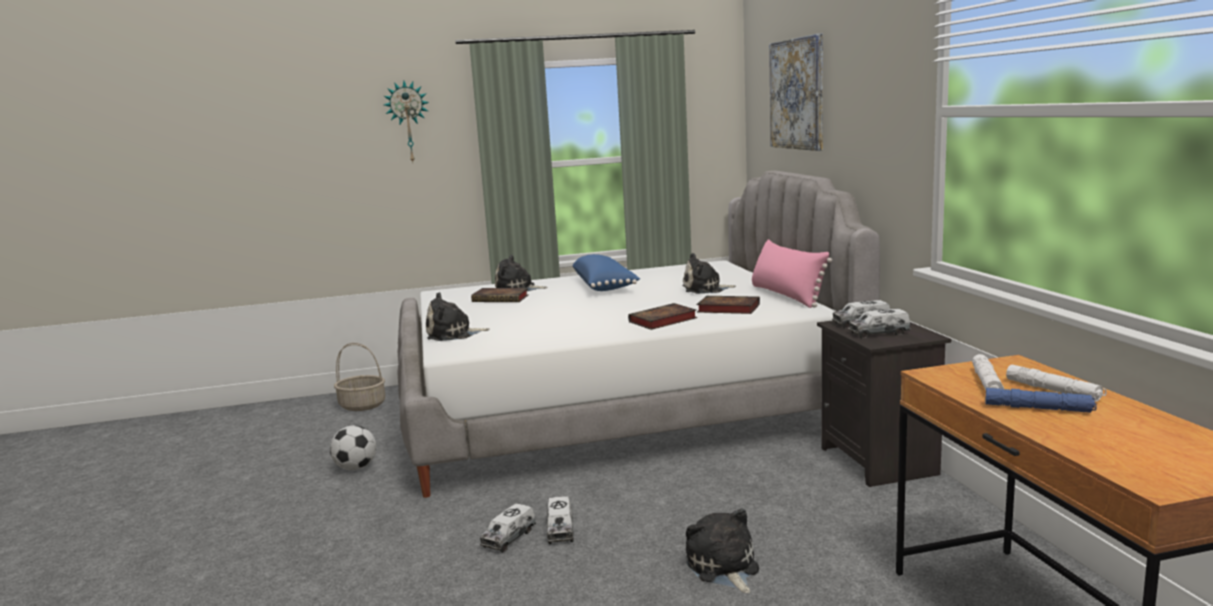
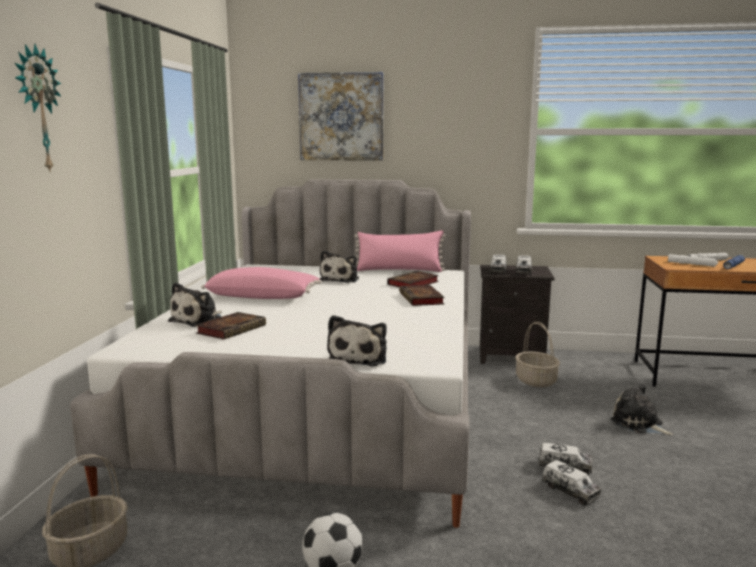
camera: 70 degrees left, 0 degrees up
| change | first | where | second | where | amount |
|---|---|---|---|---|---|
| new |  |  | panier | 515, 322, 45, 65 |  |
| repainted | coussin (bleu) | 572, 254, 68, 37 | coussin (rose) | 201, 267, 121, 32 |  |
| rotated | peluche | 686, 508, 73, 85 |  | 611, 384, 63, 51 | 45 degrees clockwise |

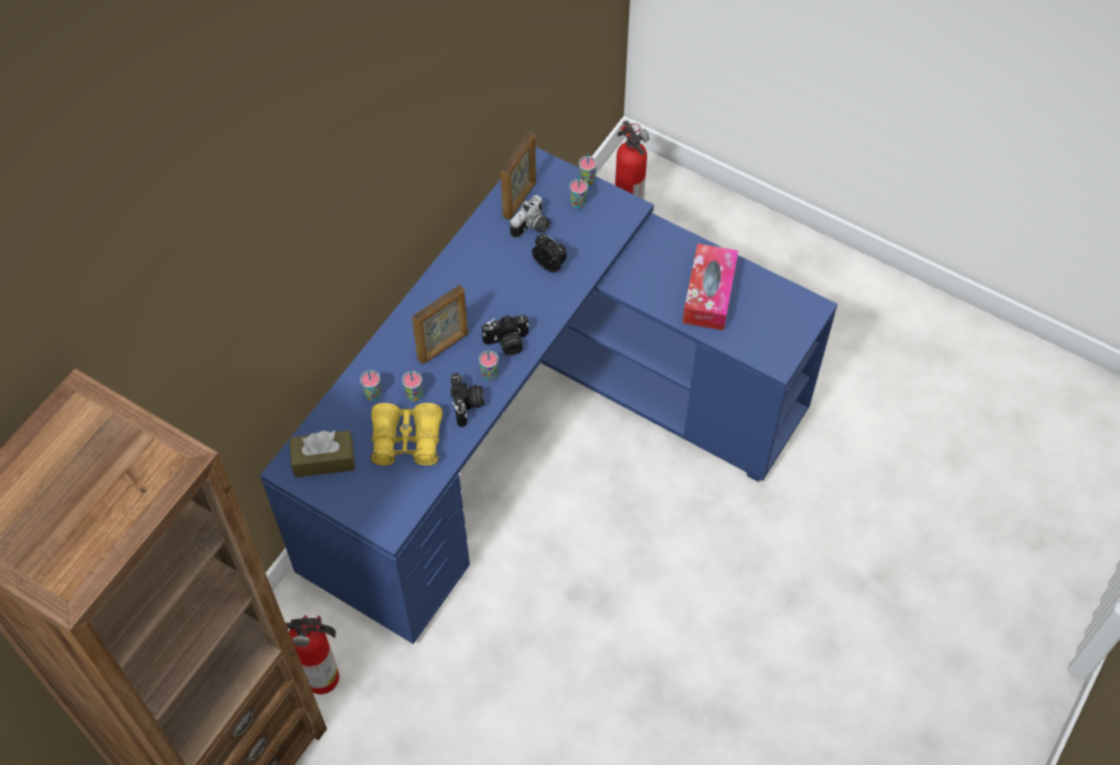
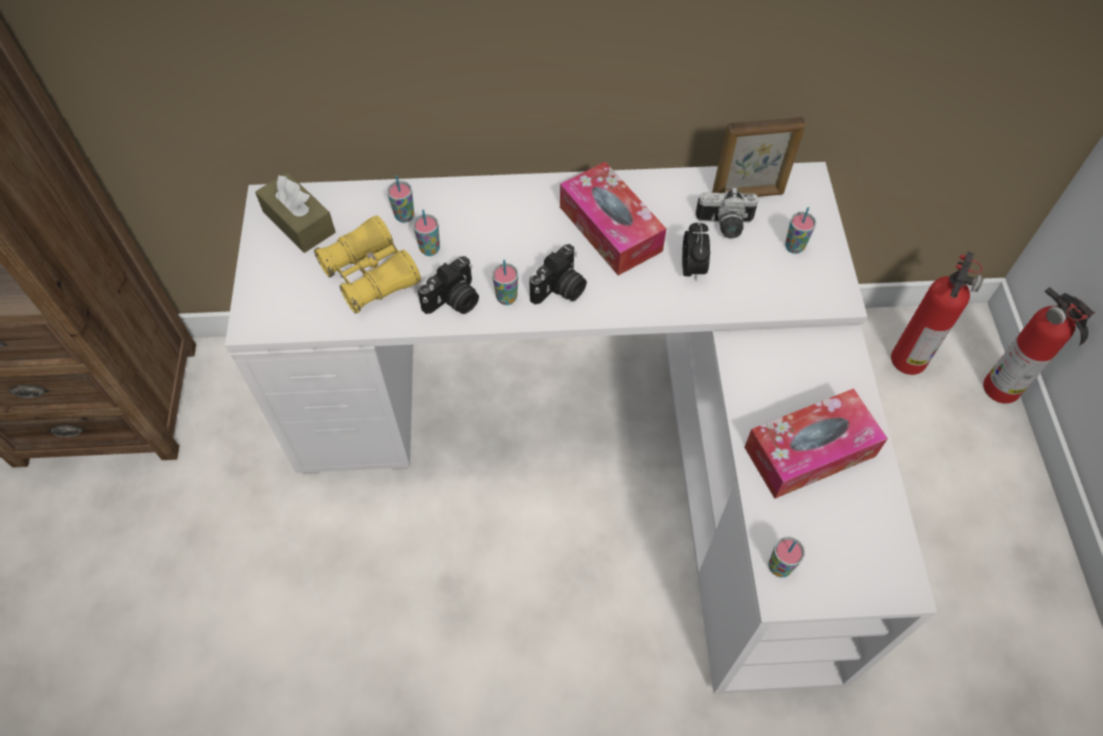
camera: 55 degrees right, 0 degrees up
| change | first | where | second | where | amount |
|---|---|---|---|---|---|
| gone | cadre photo | 412, 285, 56, 79 |  |  |  |
| new |  |  | boîte à mouchoirs | 560, 162, 106, 114 |  |
| shifted | extincteur | 286, 615, 53, 79 |  | 983, 287, 112, 117 |  |
| shifted | tasse | 579, 153, 18, 33 |  | 768, 536, 37, 42 |  |
| repainted | bureau (bleu) | 260, 147, 578, 497 | bureau (blanc) | 225, 162, 712, 532 |  |
| rotated | appareil photo | 482, 315, 47, 41 |  | 529, 244, 58, 61 | 90 degrees counterclockwise |

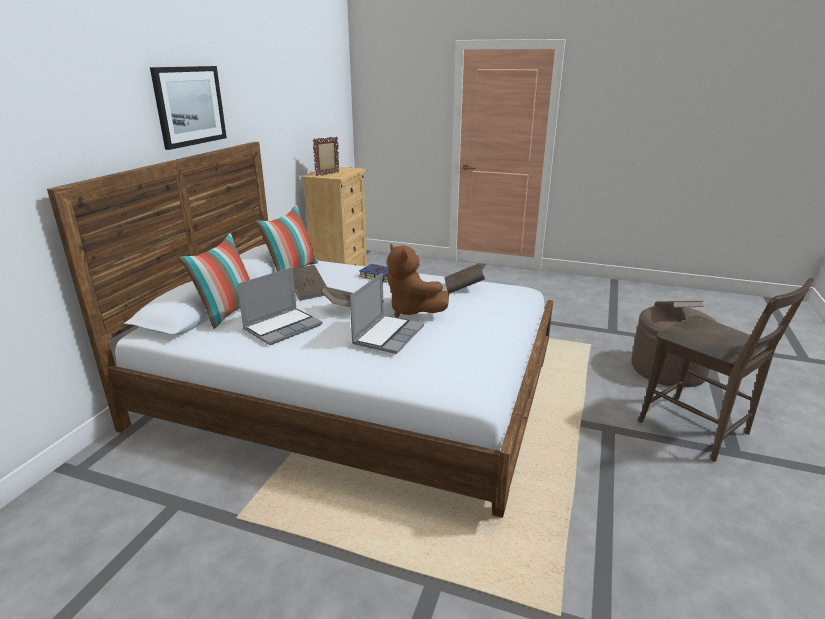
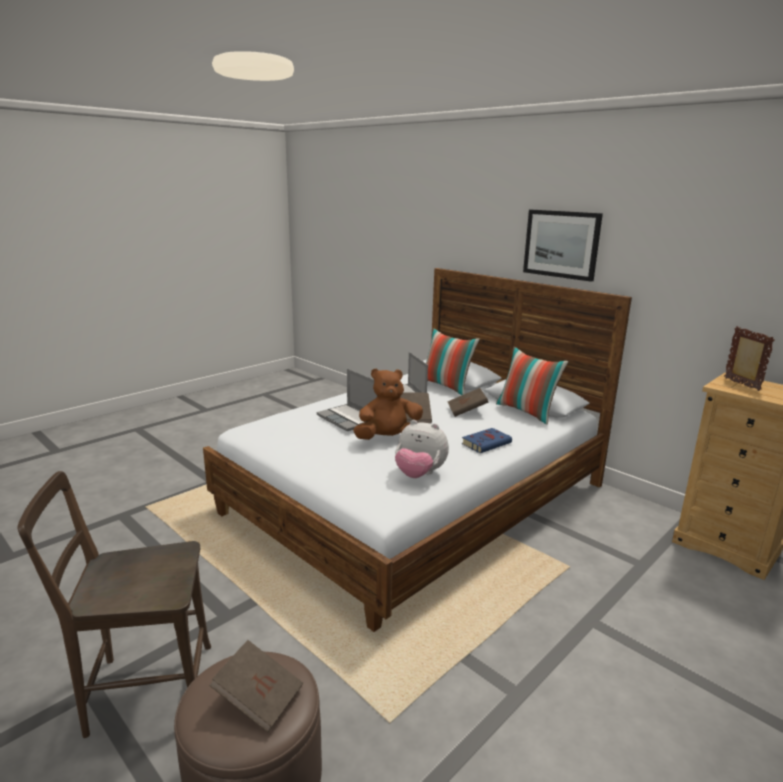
camera: 115 degrees right, 5 degrees down
| change | first | where | second | where | amount |
|---|---|---|---|---|---|
| swapped | livre (marron) | 444, 263, 41, 31 | peluche | 395, 420, 54, 58 |  |

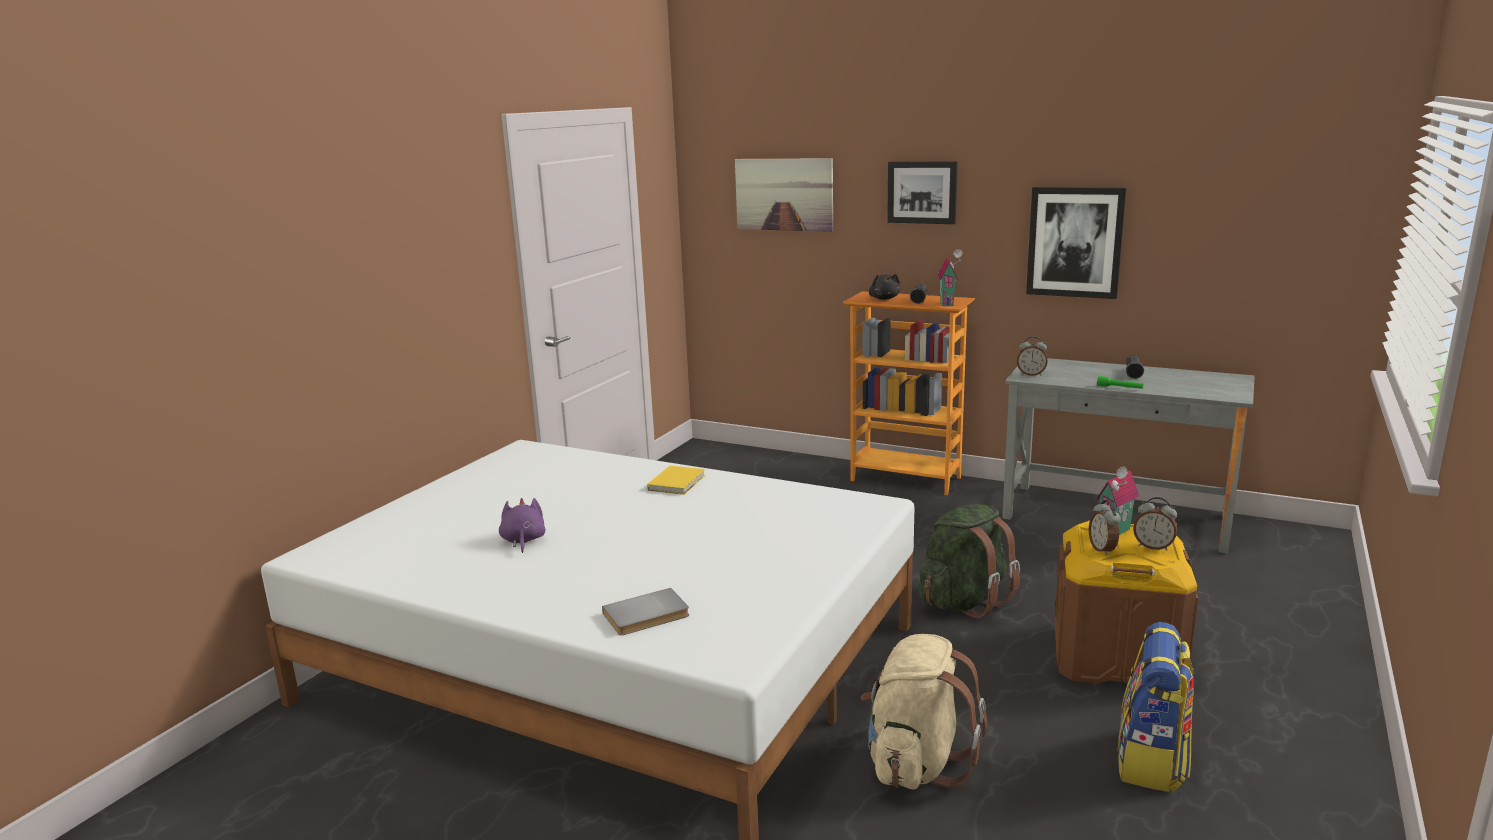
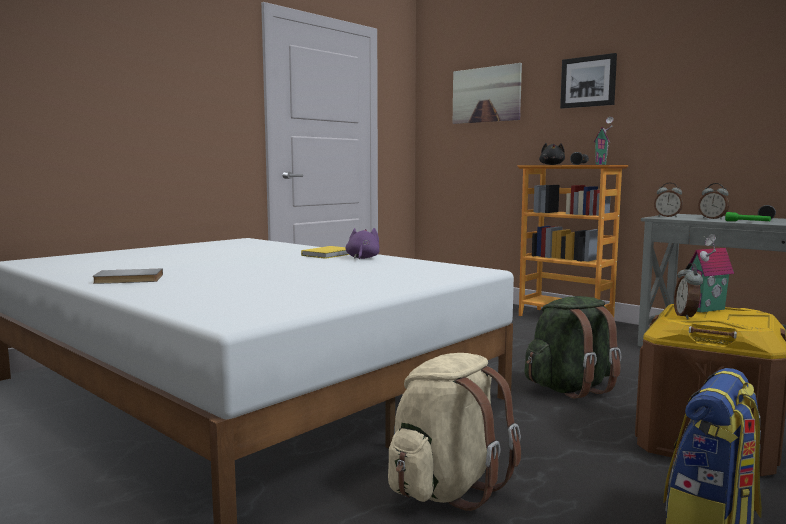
camera: 15 degrees right, 10 degrees down
| change | first | where | second | where | amount |
|---|---|---|---|---|---|
| gone | tableau | 1026, 187, 101, 112 |  |  |  |
| shifted | peluche (violet) | 499, 498, 47, 55 |  | 346, 228, 34, 31 |  |
| shifted | livre (gris) | 602, 588, 87, 47 |  | 92, 269, 71, 15 |  |
| shifted | réveil | 1133, 497, 45, 54 |  | 698, 183, 31, 36 |  |

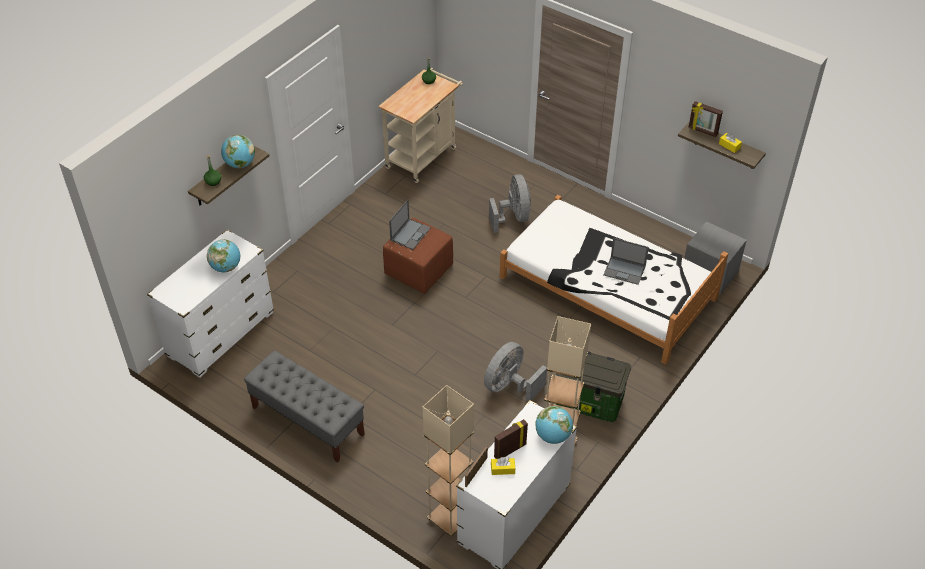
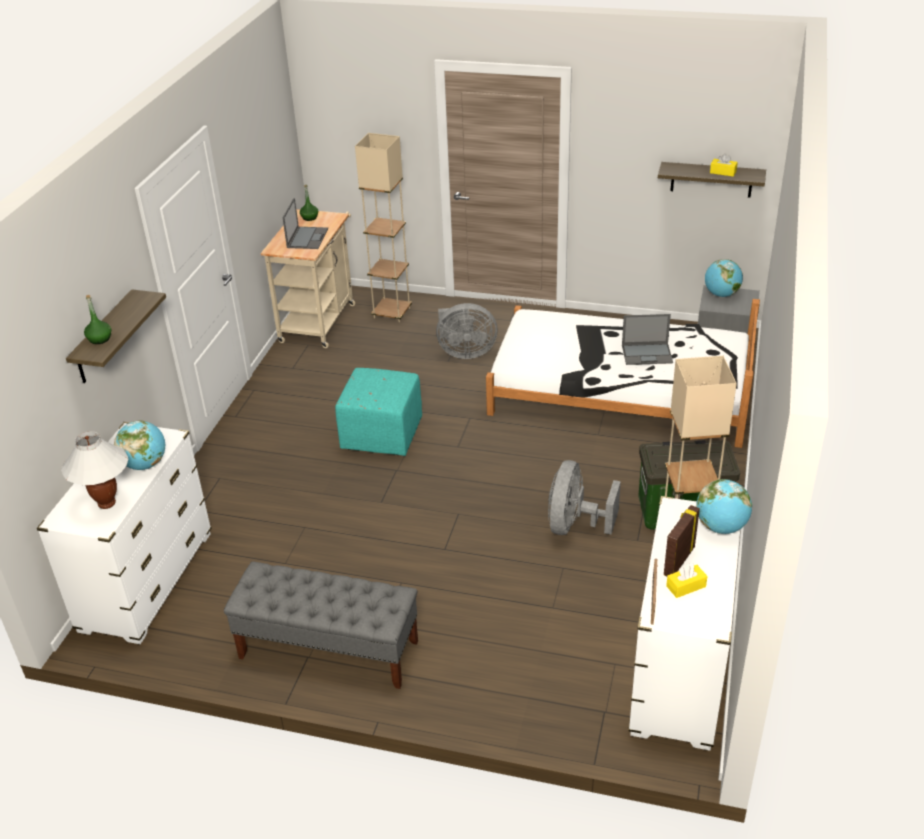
camera: 20 degrees left, 10 degrees down
| change | first | where | second | where | amount |
|---|---|---|---|---|---|
| gone | cadre photo | 689, 101, 34, 36 |  |  |  |
| new |  |  | lampe de table (blanc) | 61, 431, 67, 78 |  |
| shifted | globe | 221, 135, 34, 33 |  | 705, 259, 38, 38 |  |
| shifted | ordinateur portable | 389, 200, 42, 50 |  | 283, 198, 45, 51 |  |
| shifted | lampadaire (beige) | 423, 385, 51, 152 |  | 355, 133, 57, 189 |  |
| repainted | pouf (marron) | 383, 218, 70, 76 | pouf (turquoise) | 335, 368, 87, 88 |  |
| rotated | ventilateur (gris) | 489, 174, 42, 59 |  | 436, 303, 62, 56 | 120 degrees clockwise |

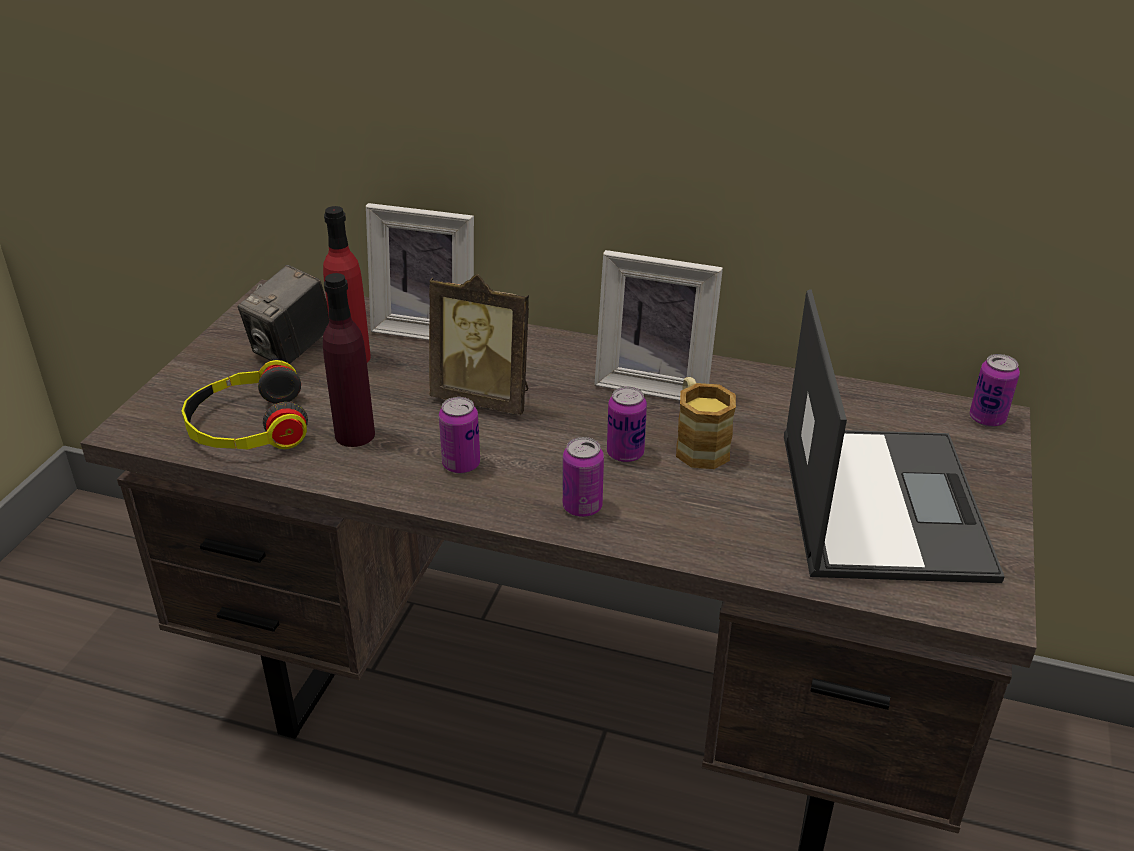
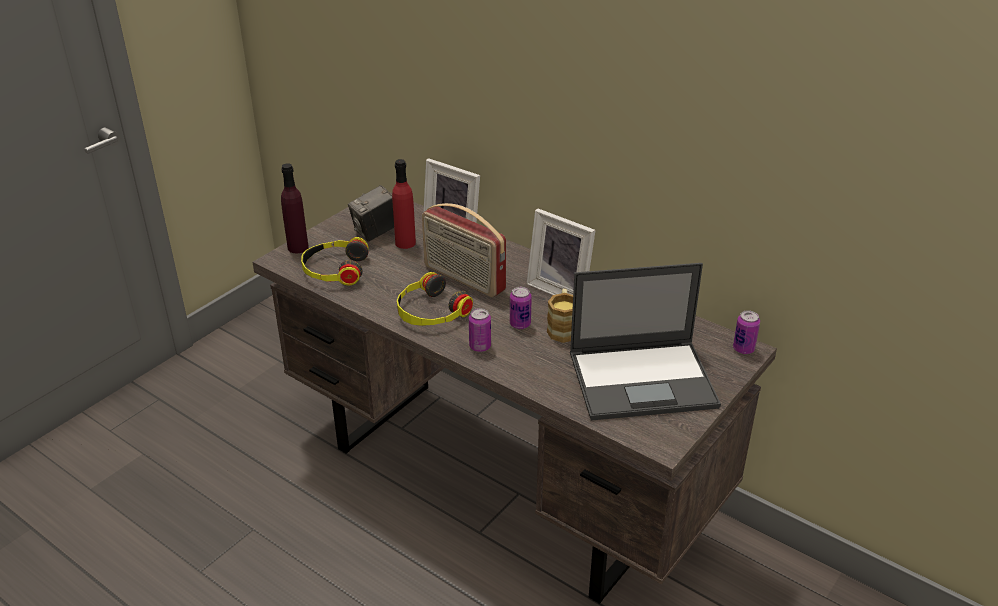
camera: 20 degrees right, 0 degrees up
| change | first | where | second | where | amount |
|---|---|---|---|---|---|
| shifted | bouteille (violet) | 323, 273, 52, 174 |  | 281, 163, 28, 90 |  |
| swapped | cadre photo | 429, 274, 100, 141 | radio | 422, 203, 84, 94 |  |
| swapped | boîte métallique | 439, 397, 41, 77 | casque audio | 397, 272, 76, 54 |  |
| rotated | ordinateur portable | 784, 290, 221, 293 |  | 570, 263, 151, 157 | 60 degrees clockwise |

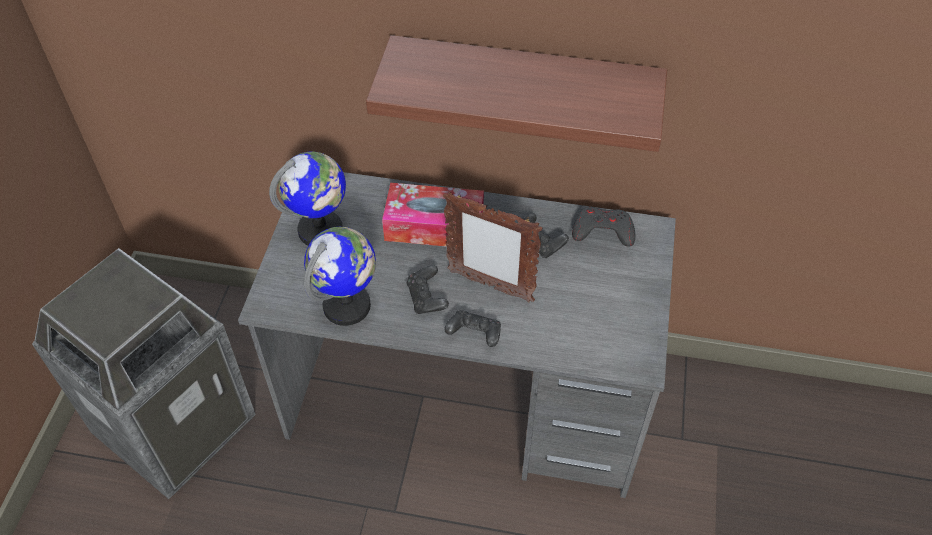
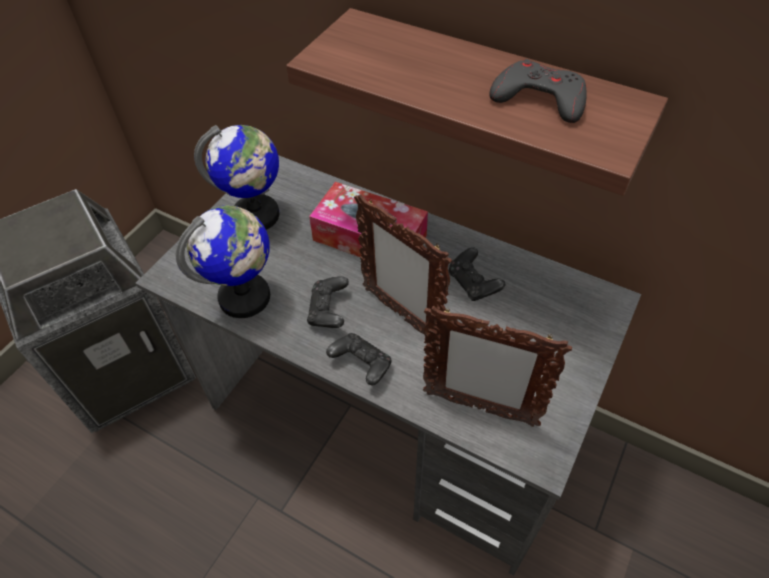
camera: 20 degrees right, 0 degrees up
| change | first | where | second | where | amount |
|---|---|---|---|---|---|
| new |  |  | cadre photo | 423, 306, 149, 121 |  |
| shifted | manette (gris) | 572, 207, 63, 40 |  | 490, 59, 97, 64 |  |

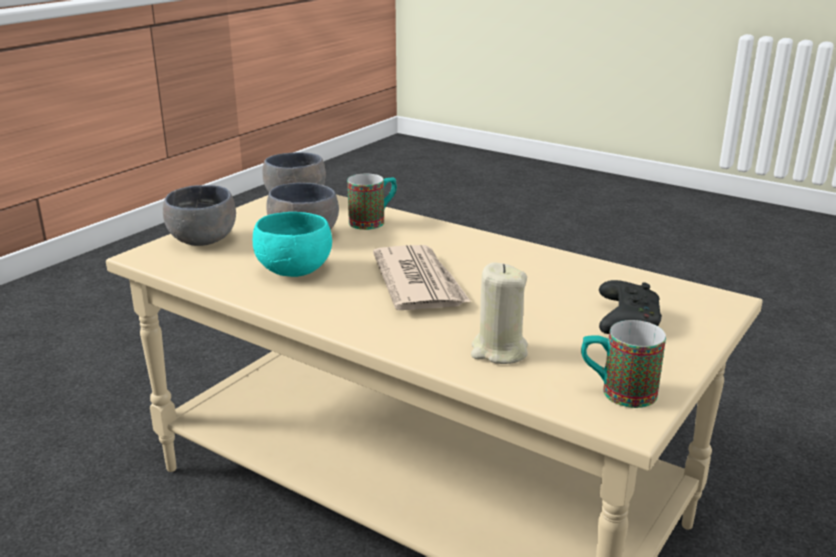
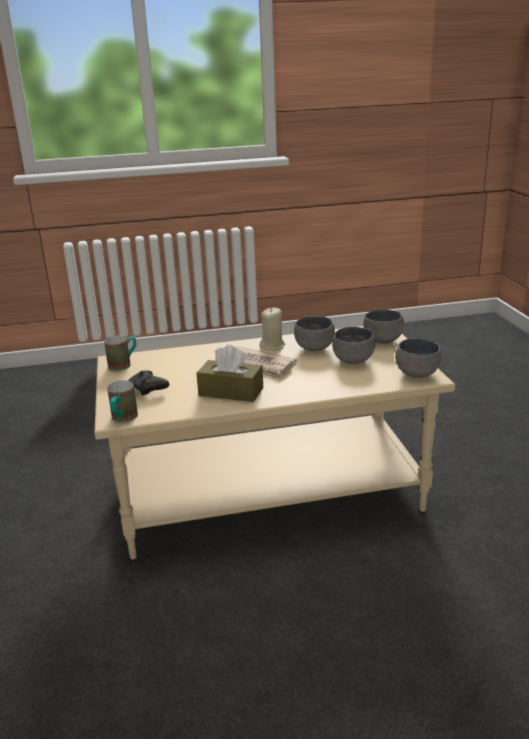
camera: 135 degrees right, 0 degrees up
| change | first | where | second | where | amount |
|---|---|---|---|---|---|
| new |  |  | boîte à mouchoirs (marron) | 196, 345, 67, 57 |  |
| shifted | mug | 347, 174, 50, 56 |  | 107, 380, 31, 42 |  |
| shifted | bougie (beige) | 471, 262, 57, 102 |  | 260, 307, 25, 44 |  |
| repainted | bol (turquoise) | 253, 212, 79, 65 | bol (gris) | 294, 316, 41, 35 |  |

